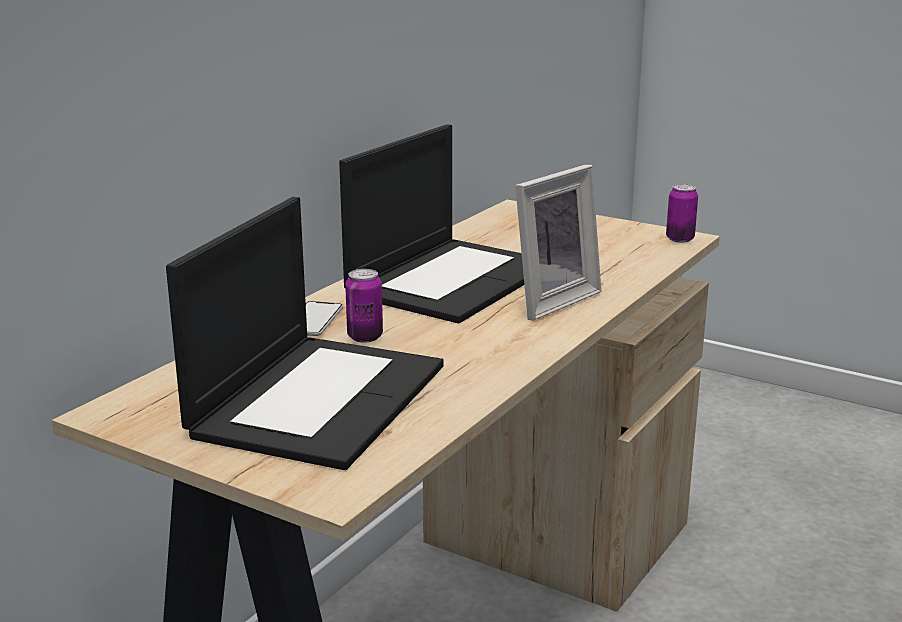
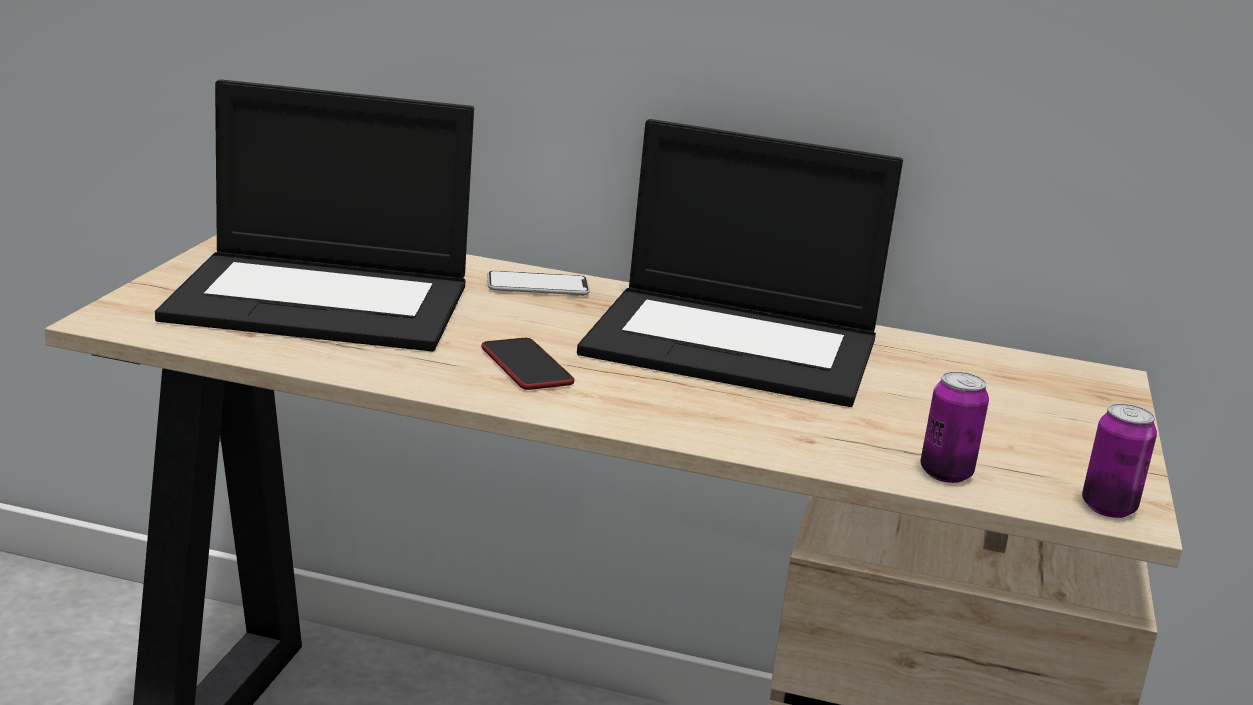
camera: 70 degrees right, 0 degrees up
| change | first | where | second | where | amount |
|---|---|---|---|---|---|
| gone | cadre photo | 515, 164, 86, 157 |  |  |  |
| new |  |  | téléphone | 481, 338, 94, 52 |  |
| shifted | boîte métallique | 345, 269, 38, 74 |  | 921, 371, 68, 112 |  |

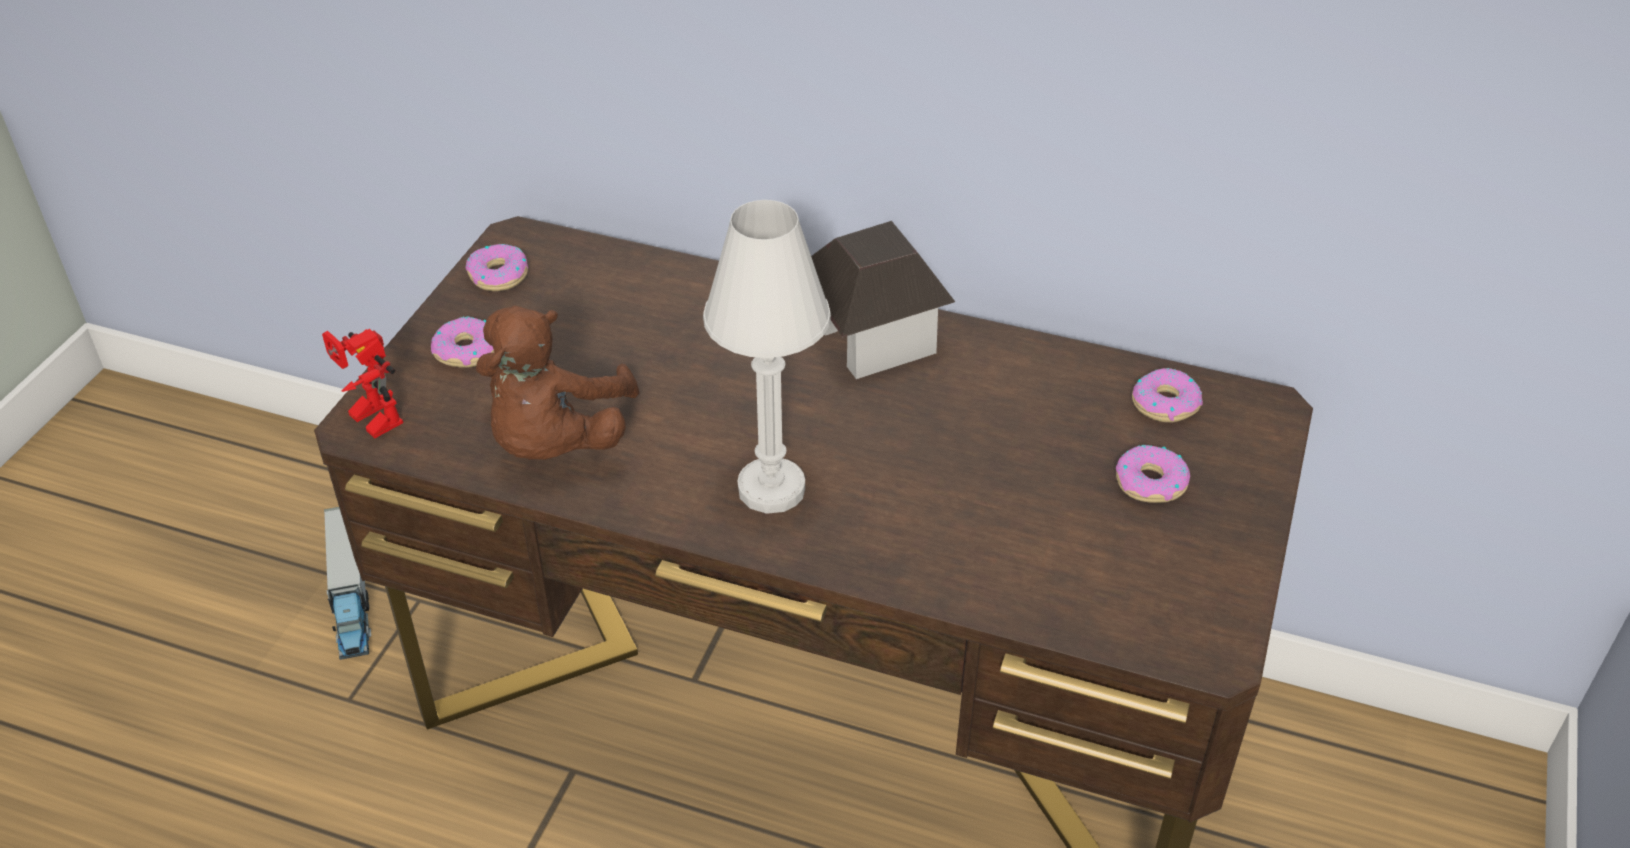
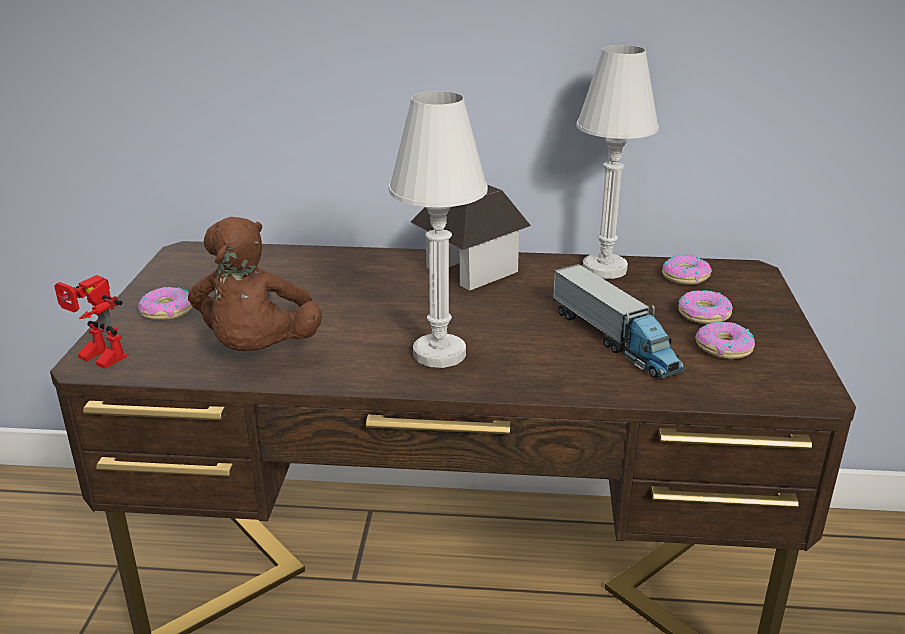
camera: 15 degrees left, 15 degrees down
| change | first | where | second | where | amount |
|---|---|---|---|---|---|
| new |  |  | lampe de table (blanc) | 576, 45, 83, 234 |  |
| shifted | camion jouet | 324, 507, 47, 153 |  | 553, 264, 132, 115 |  |
| shifted | beignet | 466, 244, 62, 47 |  | 695, 322, 60, 37 |  |

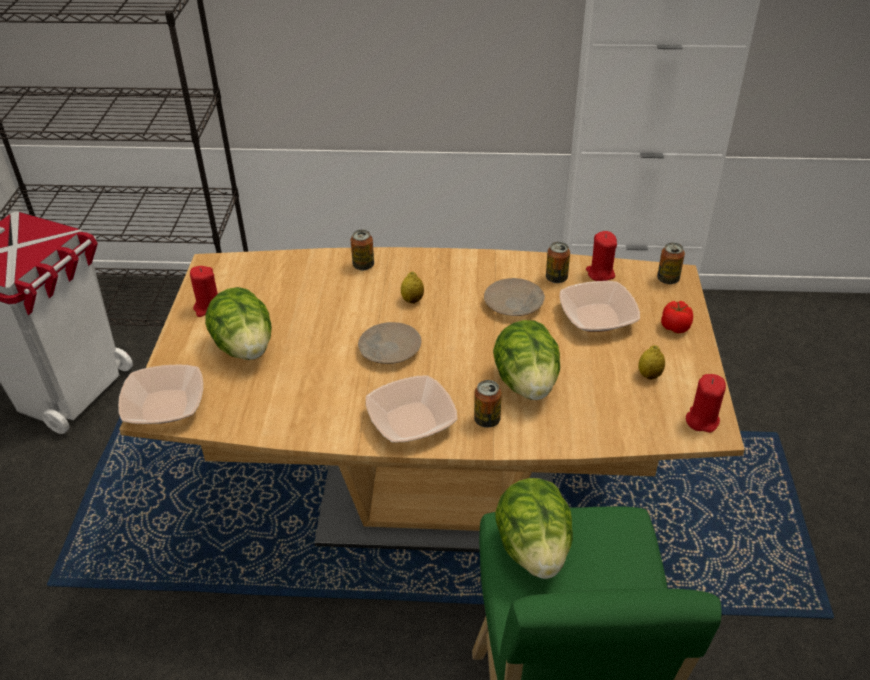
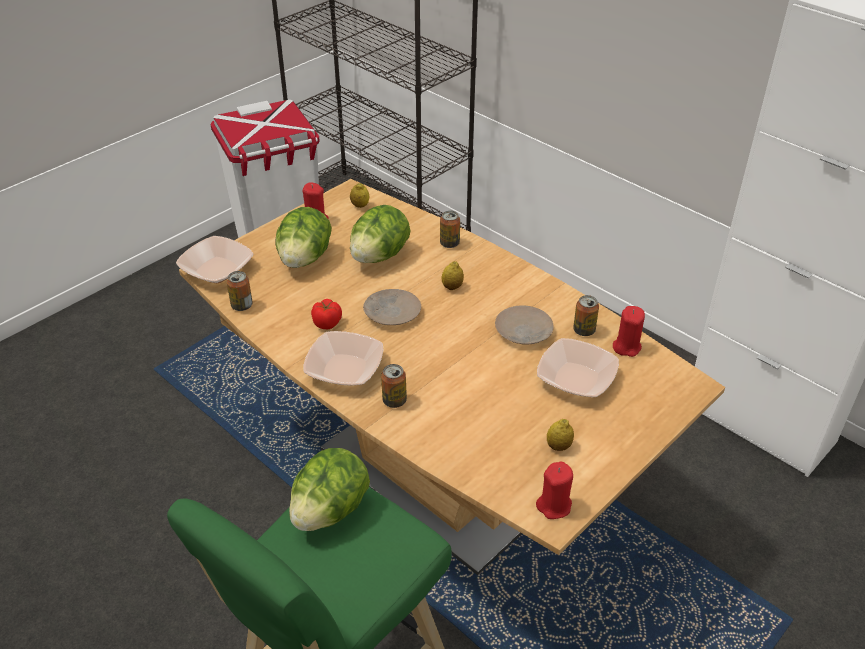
camera: 40 degrees right, 0 degrees up
| change | first | where | second | where | amount |
|---|---|---|---|---|---|
| new |  |  | citron | 350, 183, 20, 25 |  |
| shifted | laitue | 493, 320, 67, 80 |  | 350, 205, 60, 58 |  |
| shifted | boîte métallique | 657, 243, 28, 41 |  | 227, 271, 26, 40 |  |
| shifted | tomate | 661, 301, 32, 32 |  | 311, 299, 31, 30 |  |

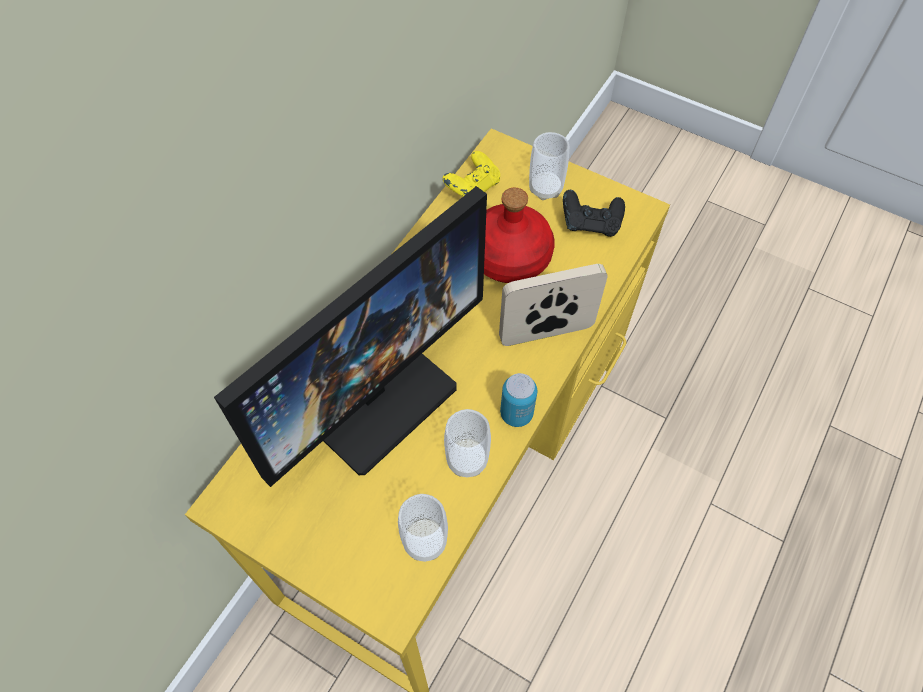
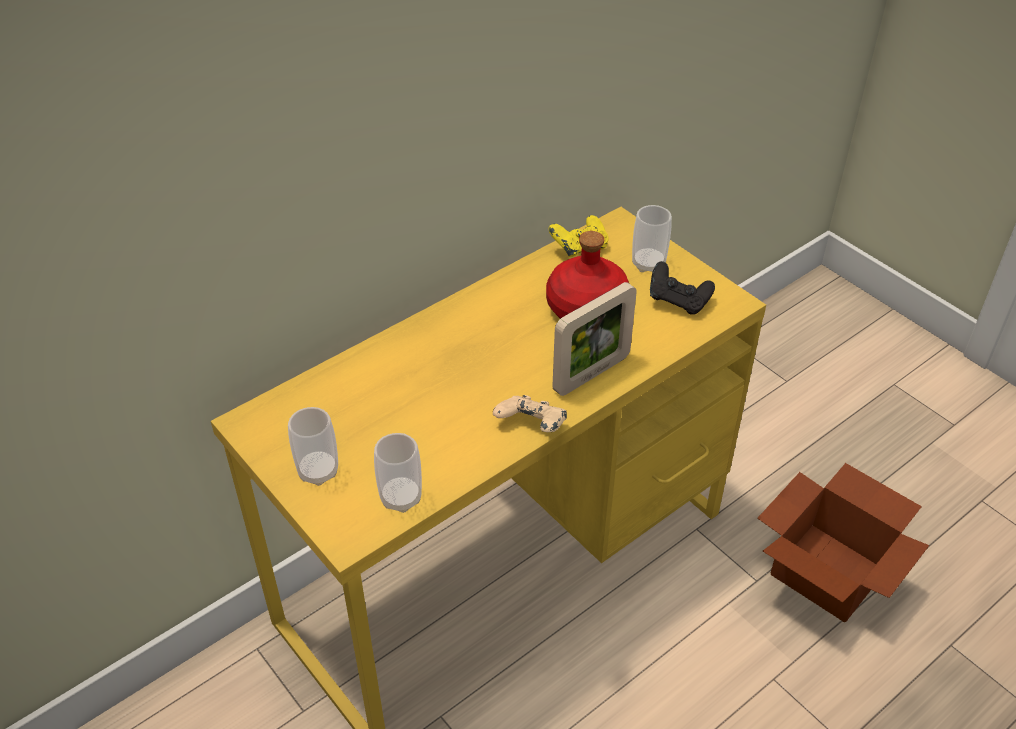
camera: 20 degrees right, 15 degrees down
| change | first | where | second | where | amount |
|---|---|---|---|---|---|
| gone | écran d'ordinateur | 214, 186, 273, 301 |  |  |  |
| new |  |  | carton | 757, 463, 172, 160 |  |
| shifted | tasse | 444, 409, 47, 69 |  | 288, 407, 50, 79 |  |
| swapped | boîte métallique | 500, 373, 37, 54 | manette (beige) | 493, 395, 74, 37 |  |
| rotated | cadre photo | 499, 264, 109, 82 |  | 552, 282, 85, 114 | 135 degrees clockwise |

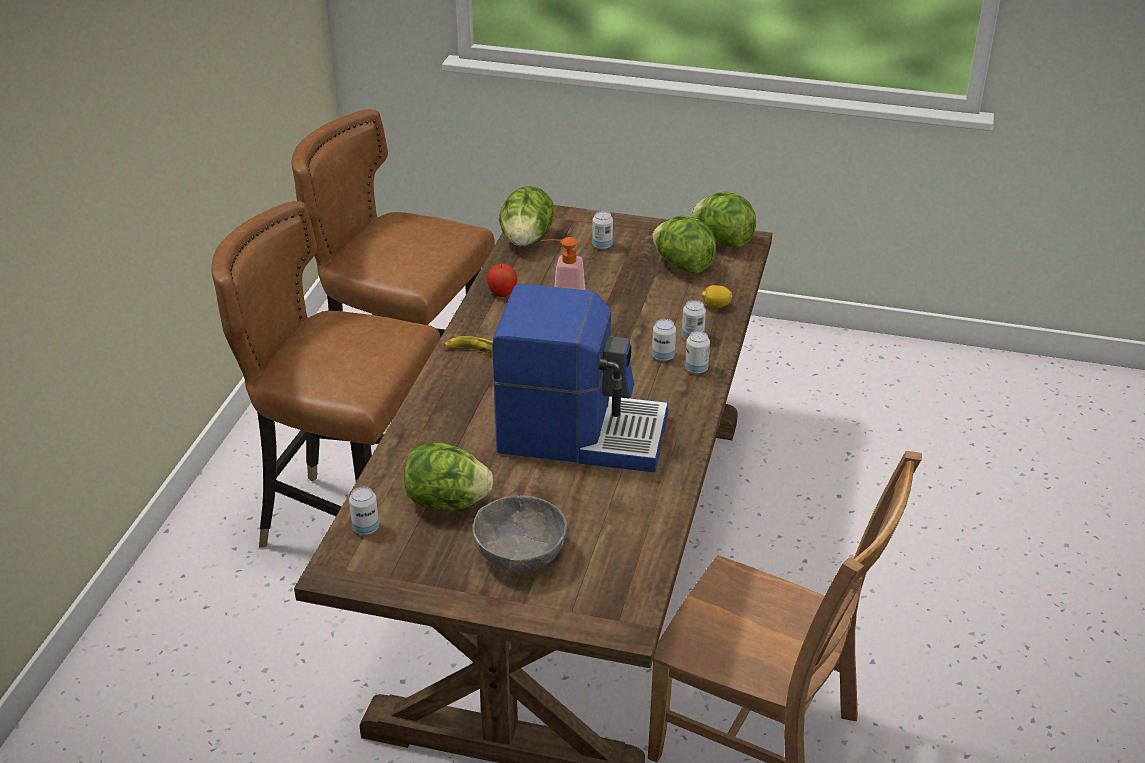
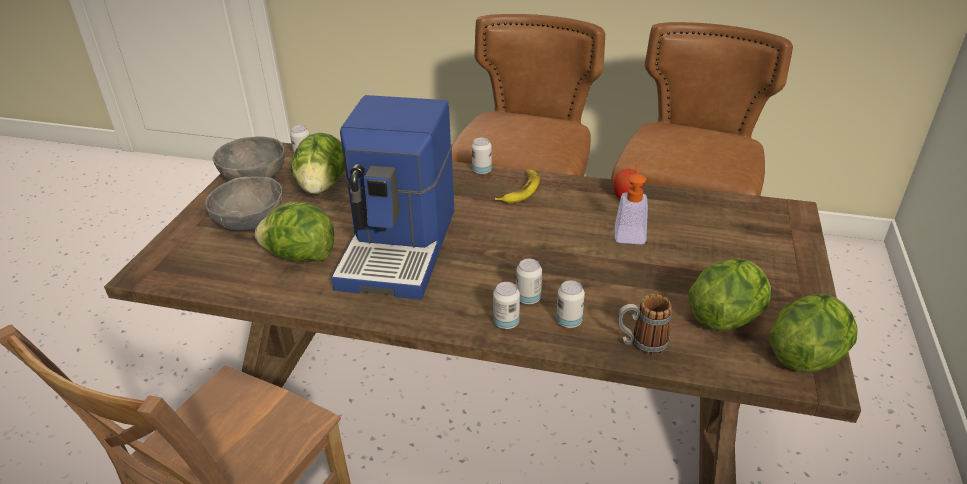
camera: 90 degrees right, 0 degrees up
| change | first | where | second | where | amount |
|---|---|---|---|---|---|
| new |  |  | bol (gris) | 213, 137, 72, 43 |  |
| shifted | laitue | 499, 186, 55, 60 |  | 255, 202, 79, 60 |  |
| shifted | boîte métallique | 592, 211, 21, 38 |  | 472, 137, 20, 38 |  |
| swapped | citron | 701, 285, 31, 23 | mug | 617, 294, 55, 60 |  |

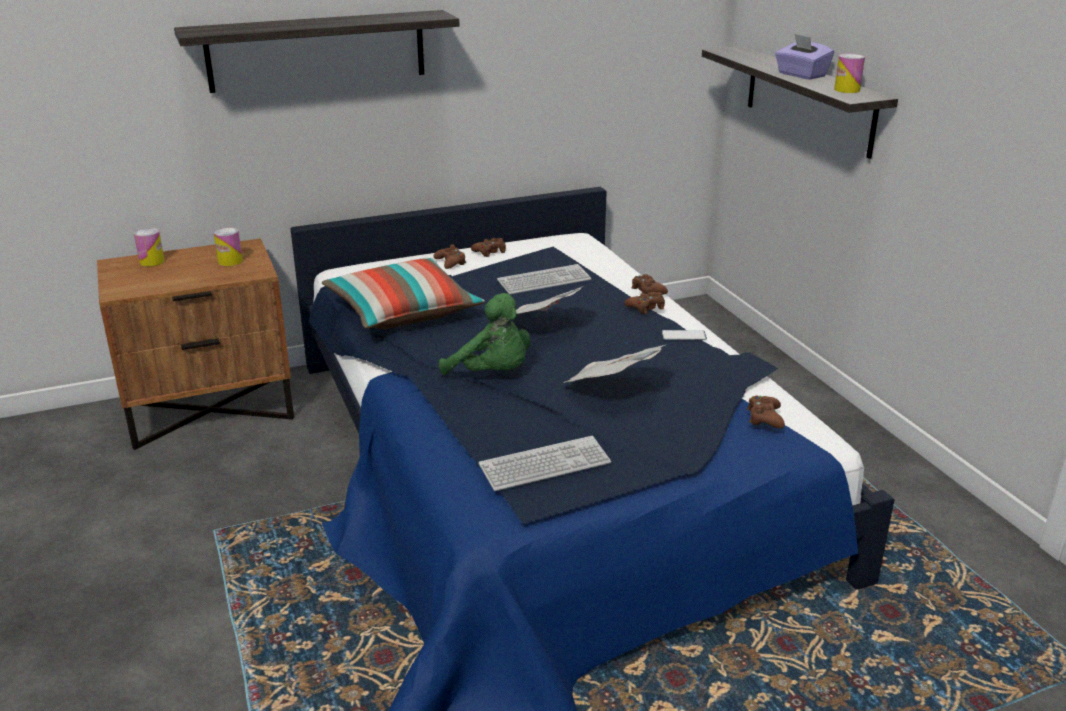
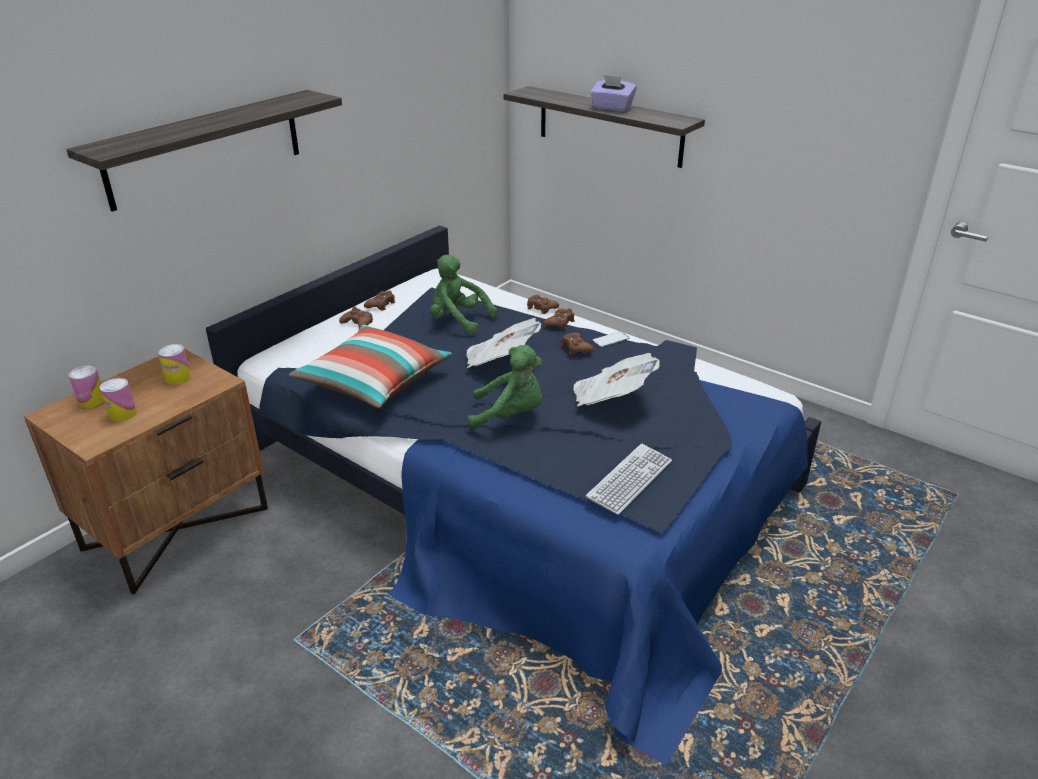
camera: 30 degrees left, 5 degrees up
| change | first | where | second | where | amount |
|---|---|---|---|---|---|
| shifted | manette (marron) | 747, 396, 38, 33 |  | 561, 333, 33, 22 |  |
| shifted | boîte métallique | 834, 54, 31, 39 |  | 99, 378, 38, 44 |  |
| swapped | clavier | 497, 264, 94, 31 | peluche (vert) | 430, 255, 67, 79 |  |

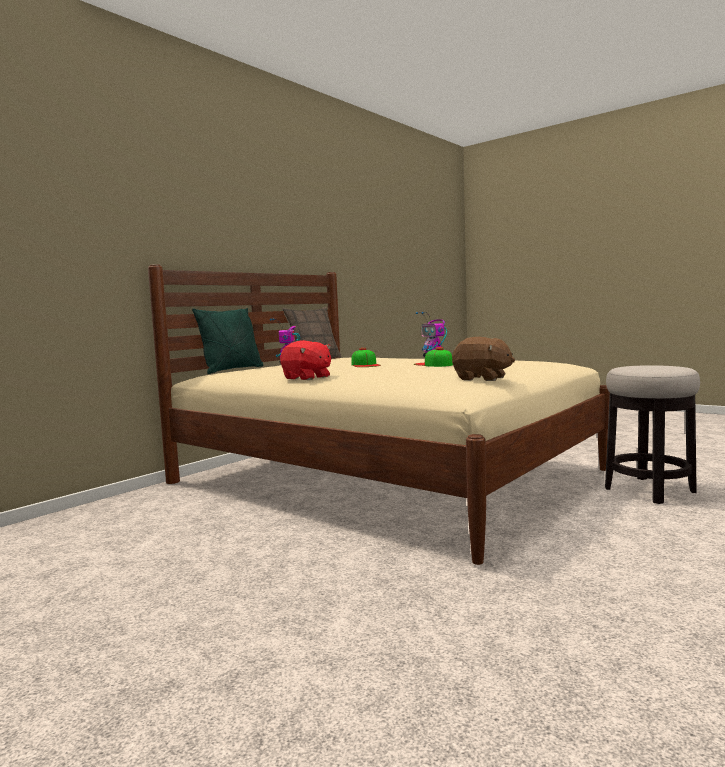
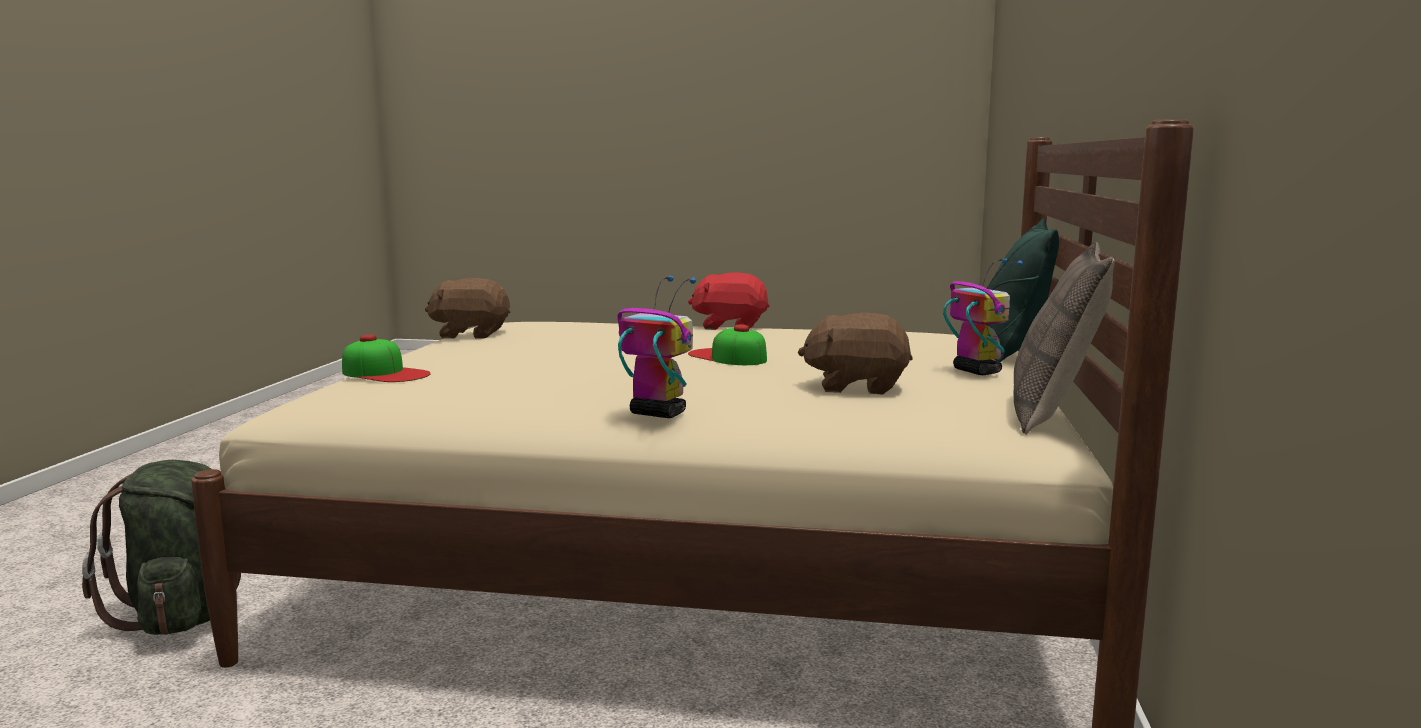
camera: 150 degrees right, 5 degrees up
| change | first | where | second | where | amount |
|---|---|---|---|---|---|
| new |  |  | peluche (marron) | 798, 313, 115, 82 |  |
| shifted | casquette | 414, 347, 39, 20 |  | 342, 335, 89, 47 |  |
| swapped | tabouret | 605, 365, 95, 139 | sac à dos (vert) | 82, 460, 159, 175 |  |

